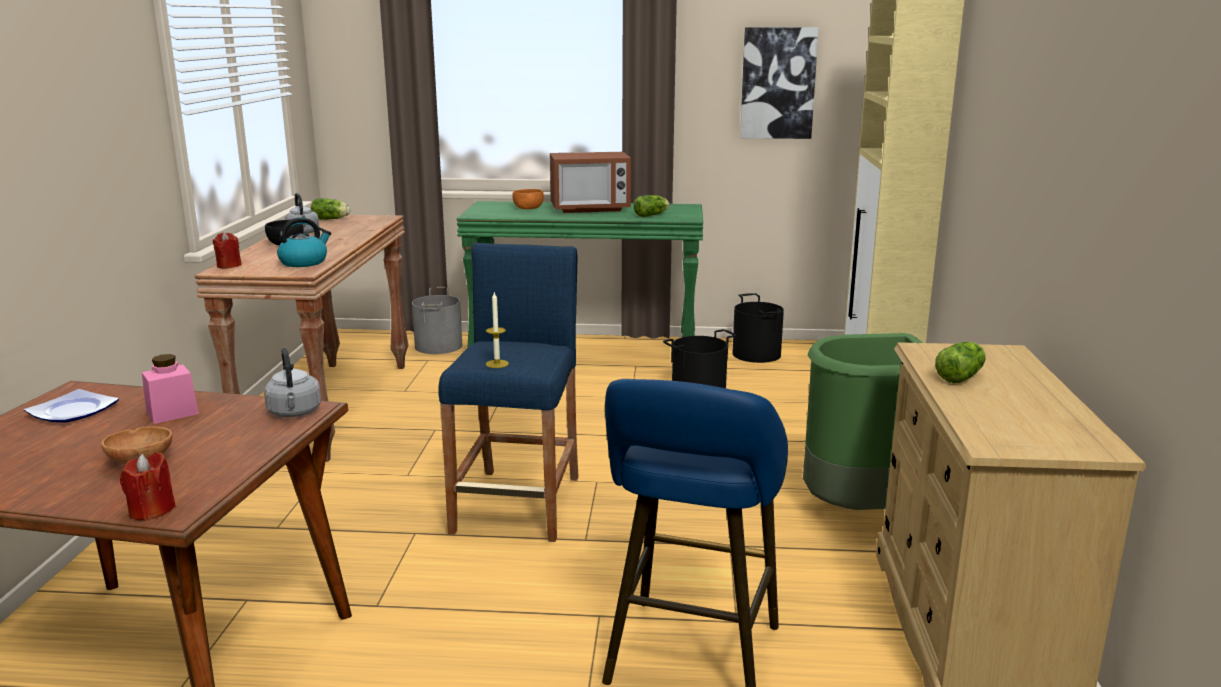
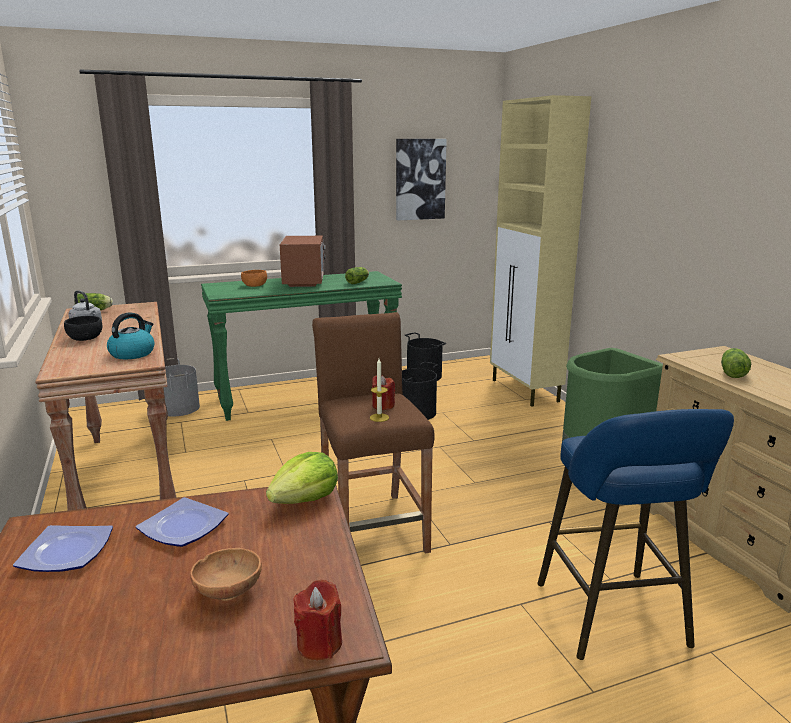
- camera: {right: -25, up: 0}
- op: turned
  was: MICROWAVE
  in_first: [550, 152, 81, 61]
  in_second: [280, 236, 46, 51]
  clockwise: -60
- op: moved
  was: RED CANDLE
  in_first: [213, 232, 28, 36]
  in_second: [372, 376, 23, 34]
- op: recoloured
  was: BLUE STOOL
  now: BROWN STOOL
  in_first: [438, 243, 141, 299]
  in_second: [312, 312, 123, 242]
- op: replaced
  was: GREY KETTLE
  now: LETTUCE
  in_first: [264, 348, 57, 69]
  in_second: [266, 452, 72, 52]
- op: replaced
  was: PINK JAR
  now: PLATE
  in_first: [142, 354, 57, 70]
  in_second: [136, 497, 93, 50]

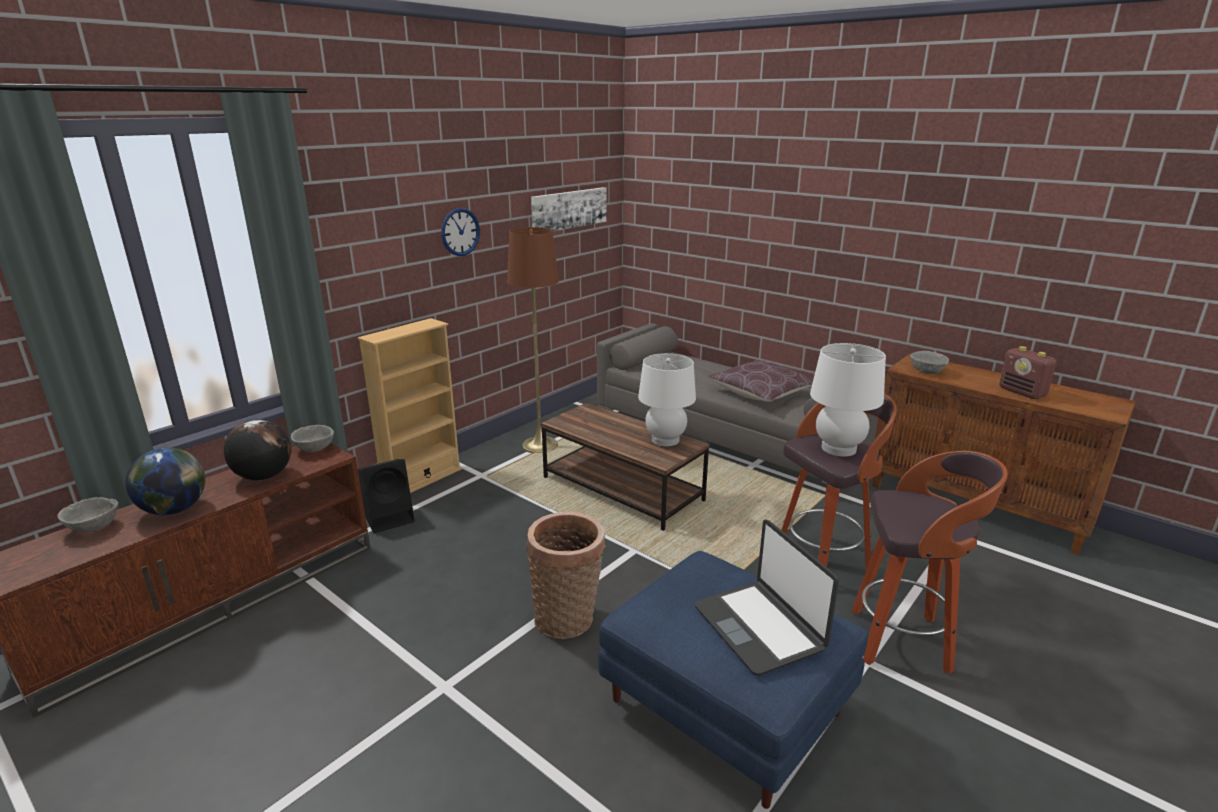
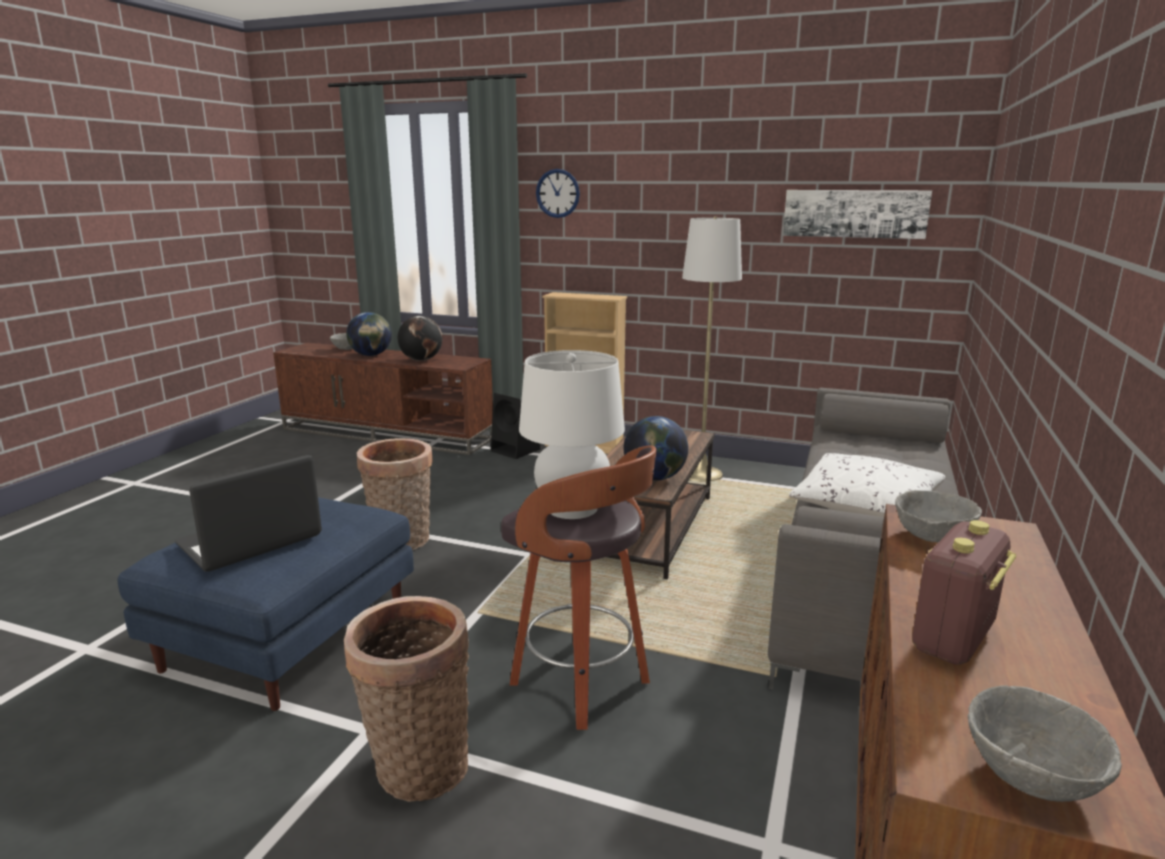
- camera: {right: 70, up: -5}
- op: moved
  was: WALL CLOCK
  in_first: [441, 208, 39, 48]
  in_second: [536, 169, 44, 49]
- op: recoloured
  was: BROWN FLOOR LAMP
  now: WHITE FLOOR LAMP
  in_first: [507, 227, 52, 226]
  in_second: [682, 217, 60, 265]
- op: replaced
  was: WHITE TABLE LAMP
  now: GLOBE
  in_first: [638, 353, 58, 93]
  in_second: [624, 416, 64, 65]
- op: recoloured
  was: BROWN PILLOW
  now: WHITE PILLOW
  in_first: [707, 360, 106, 42]
  in_second: [789, 453, 156, 64]
- op: moved
  was: GREY BOWL
  in_first: [291, 425, 43, 27]
  in_second: [968, 685, 154, 117]
- op: replaced
  was: STOOL
  now: BASKET
  in_first: [851, 451, 157, 223]
  in_second: [344, 596, 125, 206]

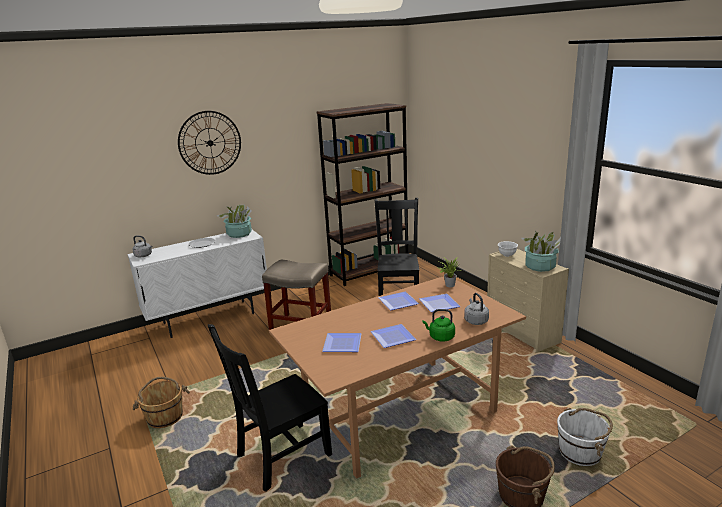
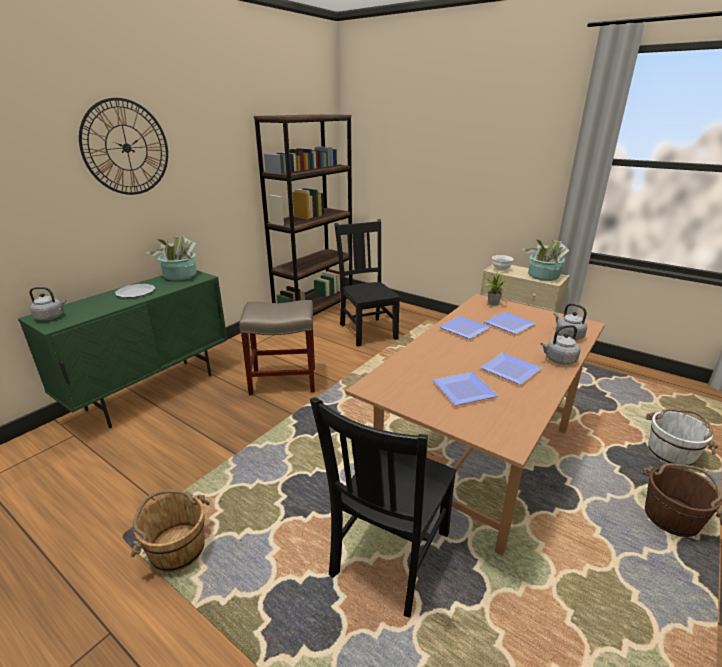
- camera: {right: -25, up: 5}
- op: recoloured
  was: WHITE CABINET
  now: GREEN CABINET
  in_first: [127, 230, 140, 108]
  in_second: [18, 270, 209, 158]
- op: recoloured
  was: GREEN KETTLE
  now: GREY KETTLE
  in_first: [423, 309, 32, 33]
  in_second: [541, 325, 40, 40]

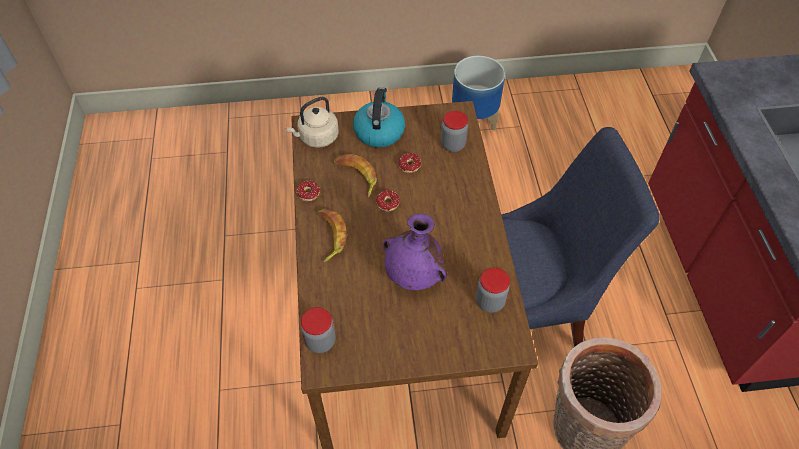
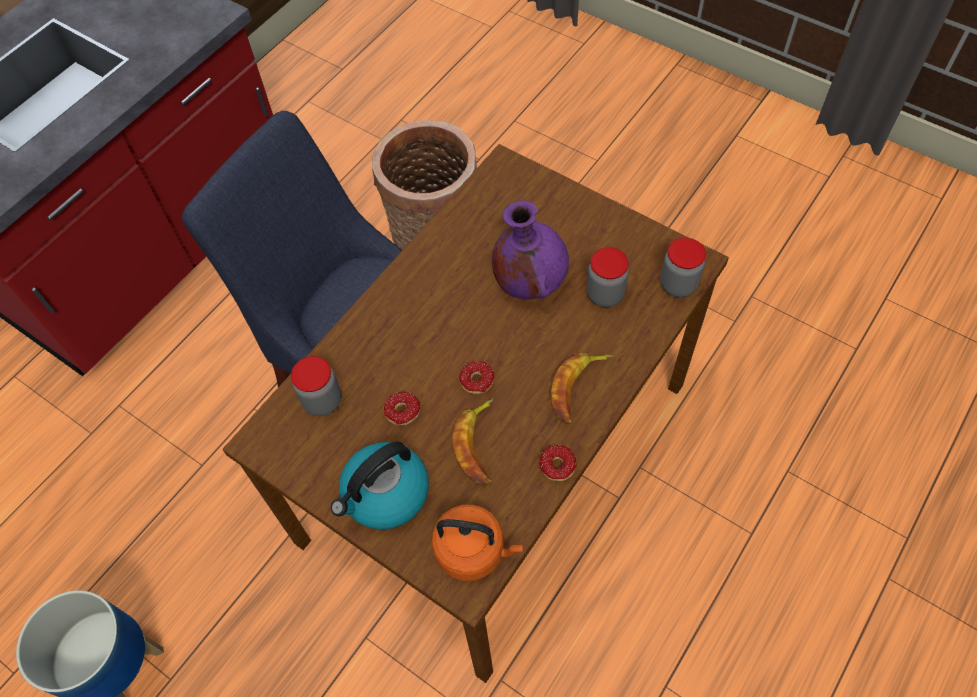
- camera: {right: -135, up: 5}
- op: recoloured
  was: BEIGE KETTLE
  now: ORANGE KETTLE
  in_first: [286, 97, 53, 51]
  in_second: [432, 505, 91, 76]
- op: moved
  was: JAR
  in_first: [476, 267, 34, 46]
  in_second: [587, 247, 42, 60]

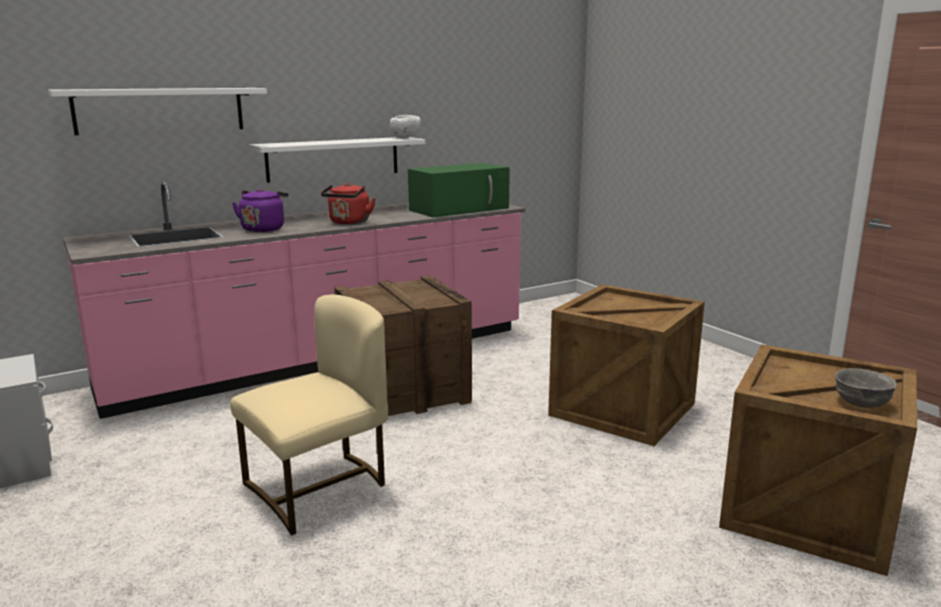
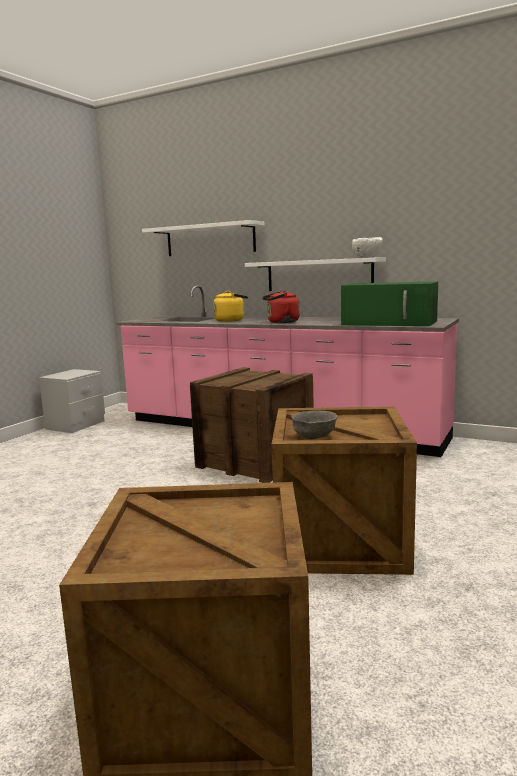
- camera: {right: 60, up: -5}
- op: recoloured
  was: PURPLE KETTLE
  now: YELLOW KETTLE
  in_first: [232, 188, 56, 44]
  in_second: [213, 291, 35, 31]
- op: removed
  was: BEIGE CHAIR
  in_first: [230, 294, 158, 241]
- op: moved
  was: GREY BOWL
  in_first: [835, 368, 62, 40]
  in_second: [291, 410, 47, 29]

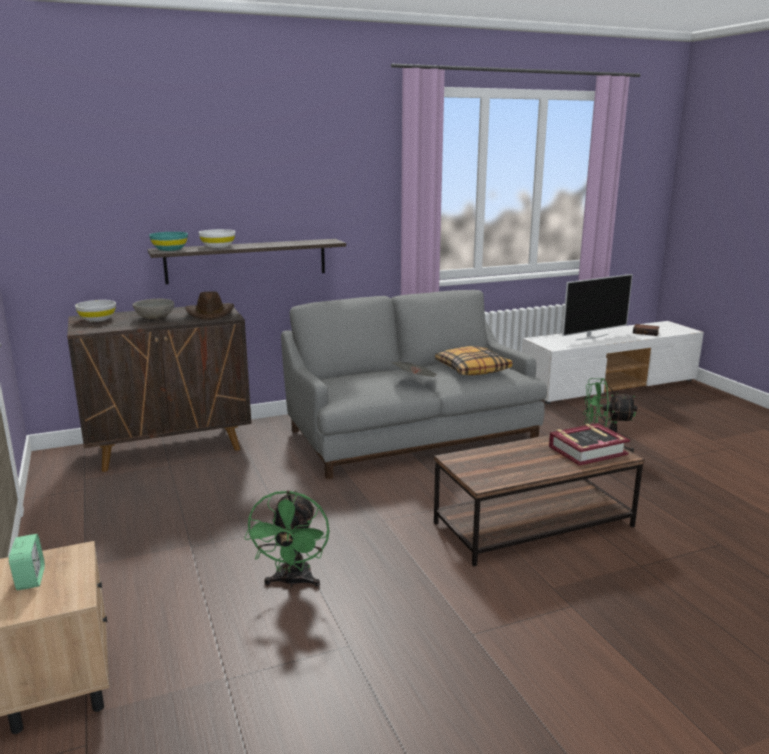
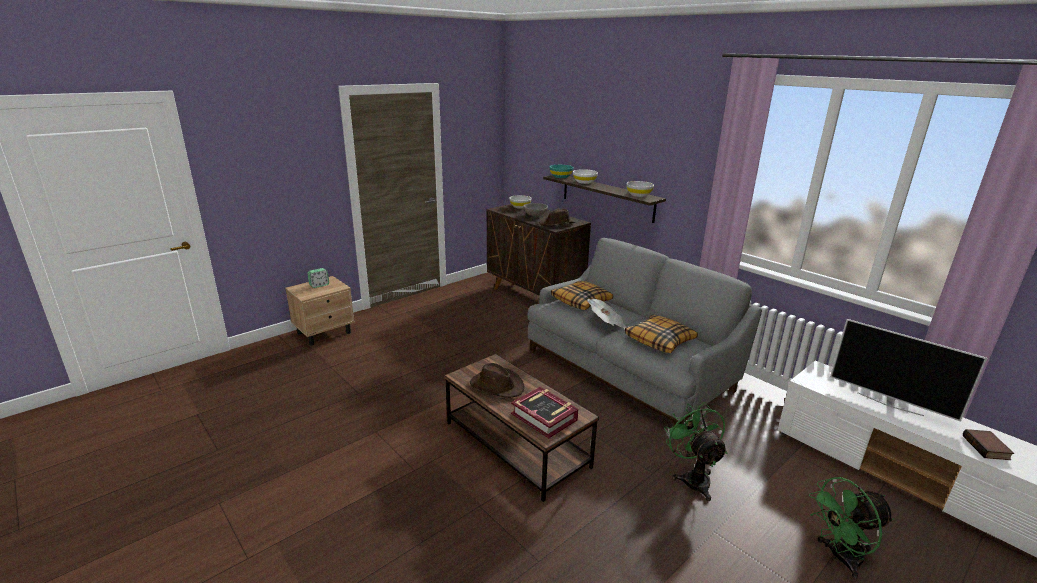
- camera: {right: 70, up: 5}
- op: moved
  was: GREEN FAN
  in_first: [244, 490, 86, 98]
  in_second: [809, 477, 85, 102]
- op: added
  now: WHITE BOWL
  in_second: [626, 181, 28, 16]
- op: added
  now: PILLOW
  in_second: [551, 280, 62, 30]
- op: added
  now: BROWN HAT
  in_second: [470, 363, 55, 35]

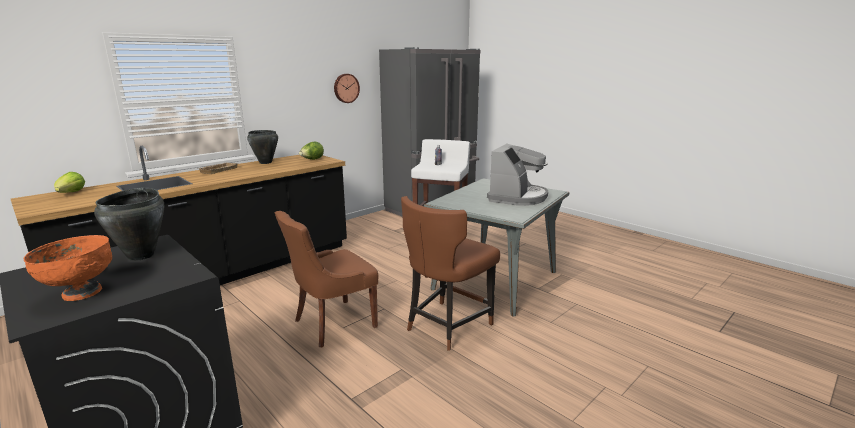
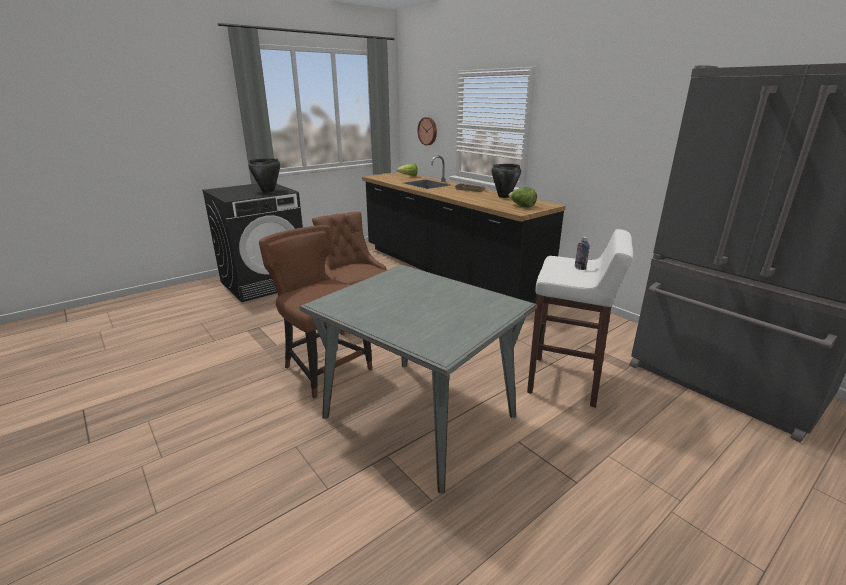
- camera: {right: 95, up: 5}
- op: moved
  was: WALL CLOCK
  in_first: [334, 74, 26, 29]
  in_second: [417, 117, 20, 28]
- op: removed
  was: COFFEE MACHINE
  in_first: [487, 144, 61, 62]
- op: removed
  was: ORANGE BOWL
  in_first: [24, 235, 88, 66]

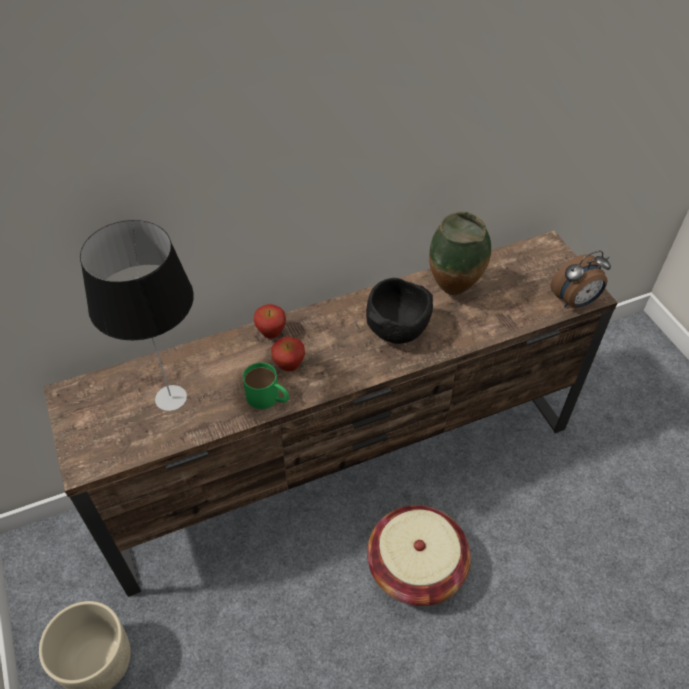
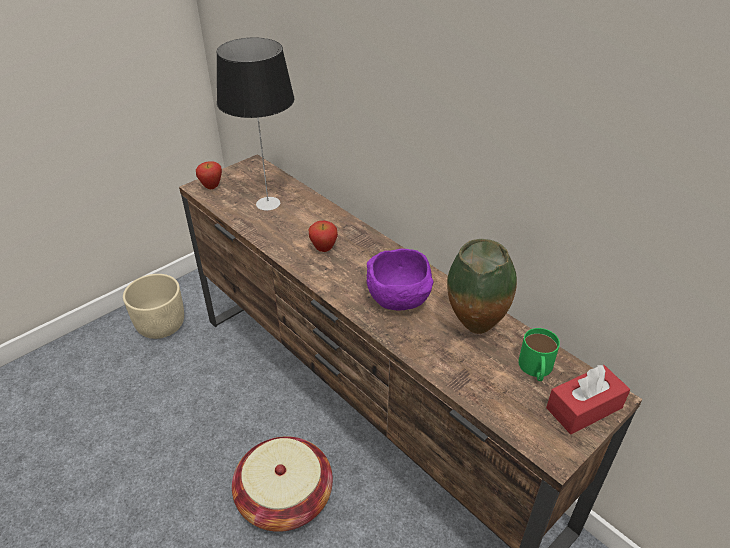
- camera: {right: 70, up: -10}
- op: removed
  was: ALARM CLOCK
  in_first: [551, 251, 60, 57]
- op: recoloured
  was: BLACK BOWL
  now: PURPLE BOWL
  in_first: [366, 278, 67, 66]
  in_second: [367, 249, 66, 62]
- op: moved
  was: APPLE
  in_first: [254, 304, 32, 35]
  in_second: [196, 161, 26, 28]
- op: moved
  was: GREEN MUG
  in_first: [243, 363, 46, 46]
  in_second: [518, 328, 42, 53]
- op: added
  now: RED TISSUE BOX
  in_second: [546, 365, 84, 69]

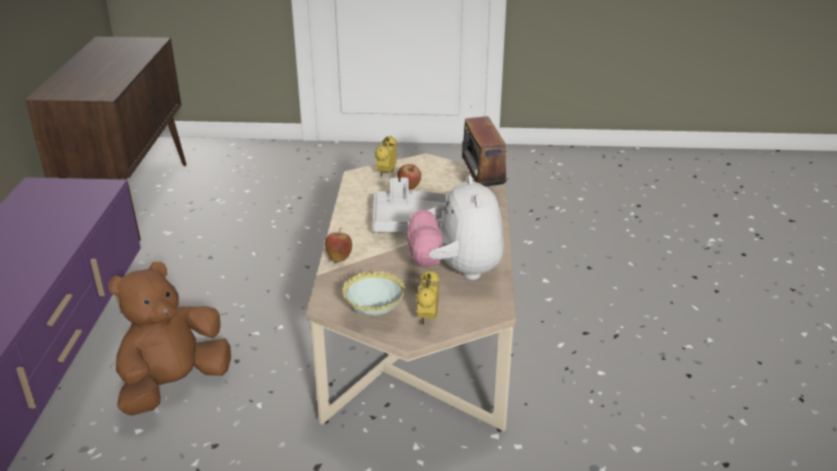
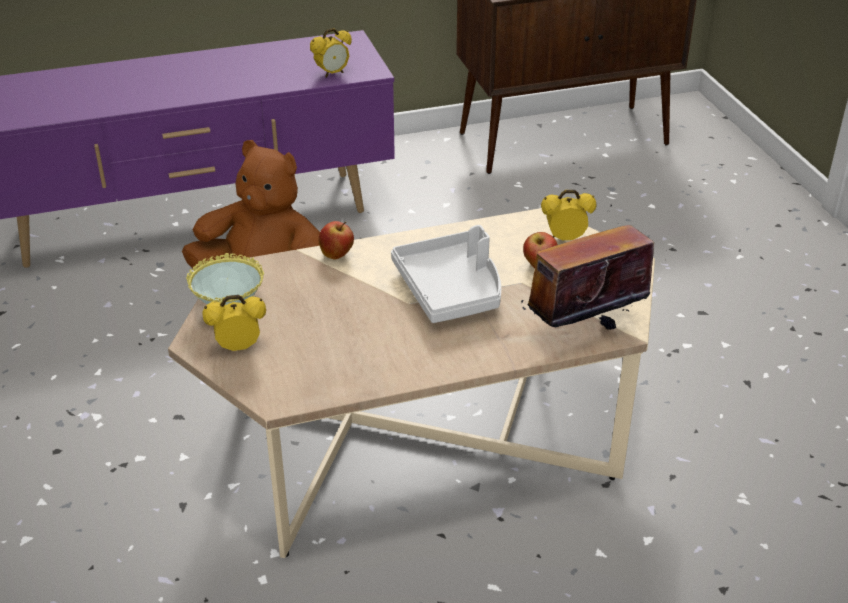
- camera: {right: 70, up: 5}
- op: removed
  was: PLUSH TOY
  in_first: [407, 175, 97, 105]
- op: added
  now: ALARM CLOCK
  in_second: [310, 28, 42, 50]

